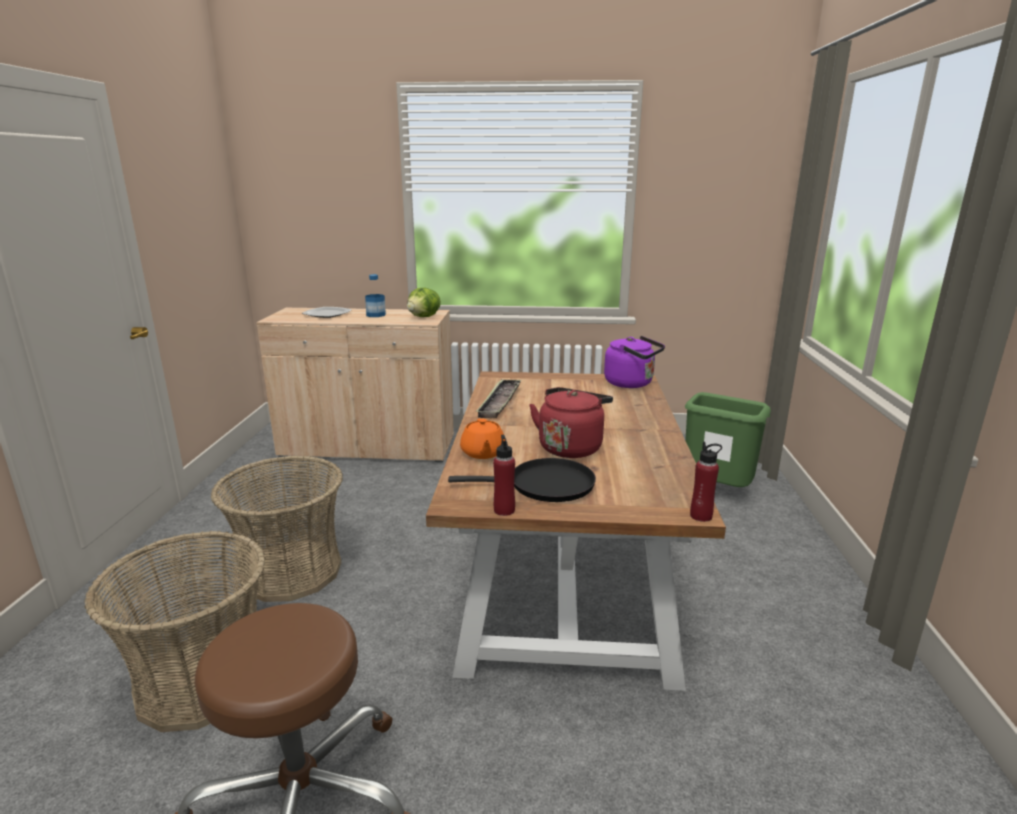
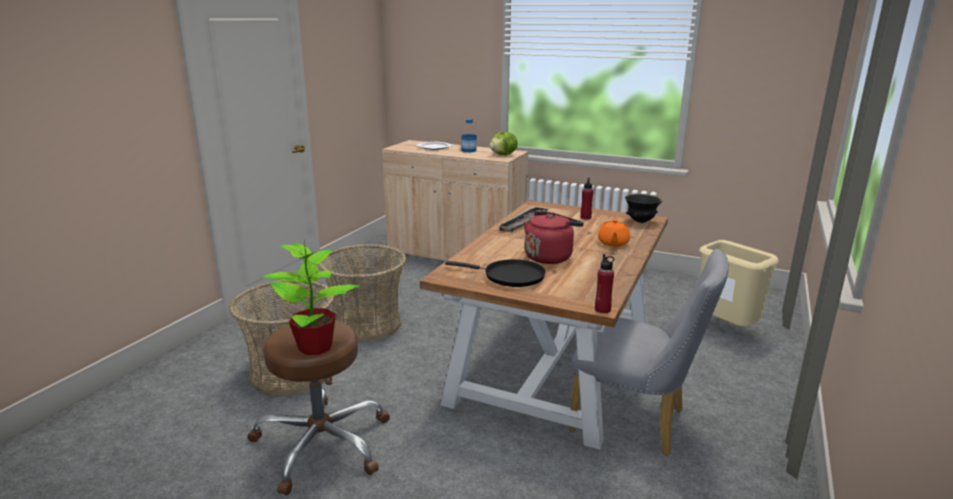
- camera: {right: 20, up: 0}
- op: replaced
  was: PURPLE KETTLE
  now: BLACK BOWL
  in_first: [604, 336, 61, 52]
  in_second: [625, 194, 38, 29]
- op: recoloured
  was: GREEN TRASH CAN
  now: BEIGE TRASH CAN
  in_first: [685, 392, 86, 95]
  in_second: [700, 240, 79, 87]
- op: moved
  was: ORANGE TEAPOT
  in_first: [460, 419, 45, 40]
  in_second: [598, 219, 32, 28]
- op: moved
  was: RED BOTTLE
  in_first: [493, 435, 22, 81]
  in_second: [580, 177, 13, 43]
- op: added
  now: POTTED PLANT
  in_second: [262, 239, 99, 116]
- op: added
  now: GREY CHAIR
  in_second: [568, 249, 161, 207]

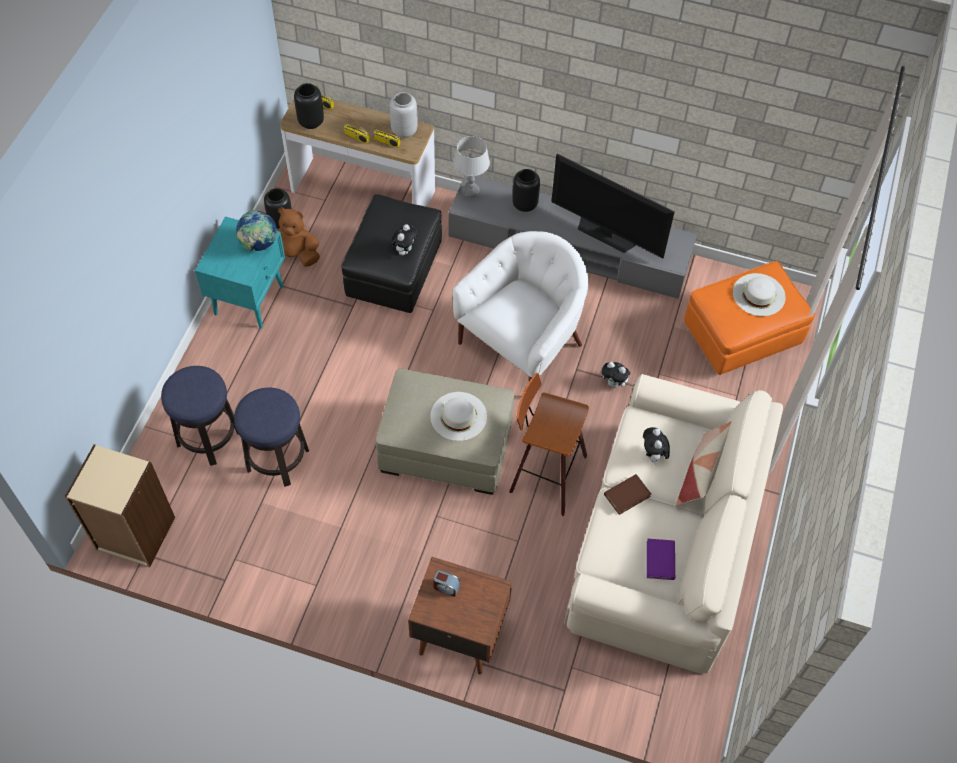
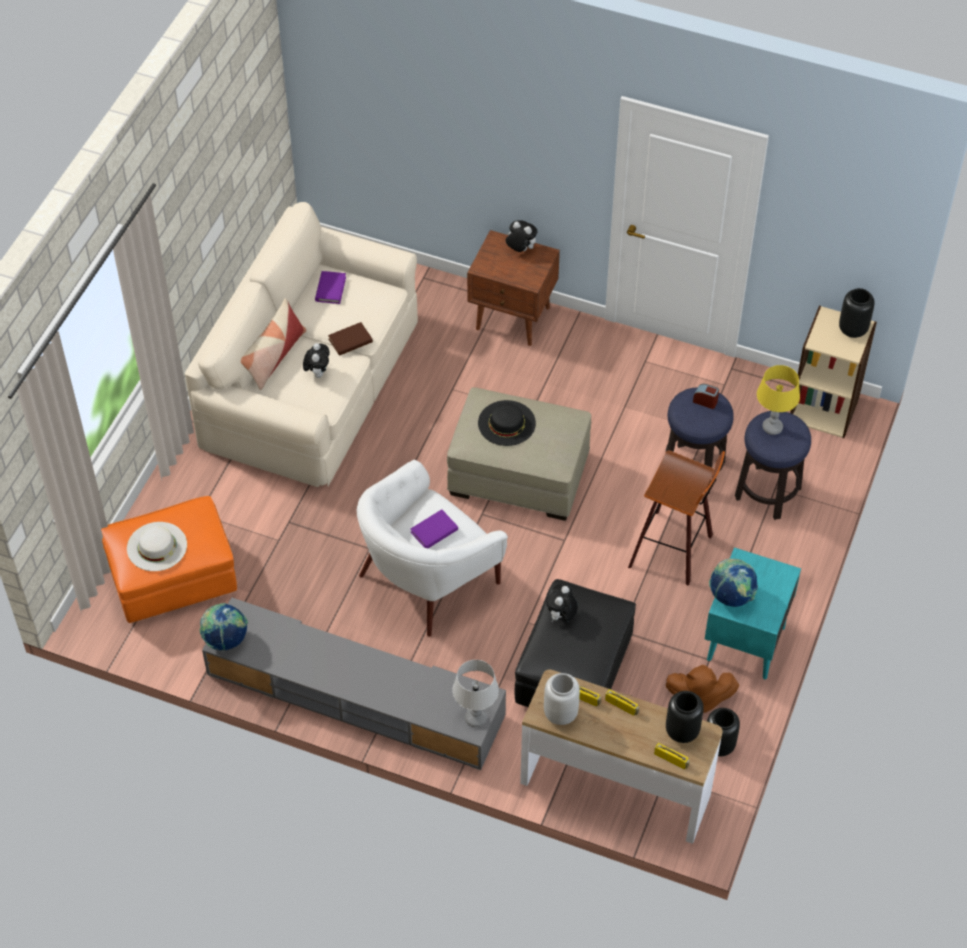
- camera: {right: -175, up: -5}
- op: removed
  was: TELEVISION
  in_first: [551, 154, 124, 104]
- op: moved
  was: BLACK VASE
  in_first: [512, 169, 28, 43]
  in_second: [839, 288, 36, 50]
- op: moved
  was: PLUSH TOY
  in_first: [602, 362, 28, 26]
  in_second: [506, 220, 32, 32]
- op: moved
  was: STOOL
  in_first: [509, 373, 80, 143]
  in_second: [628, 450, 97, 136]
- op: recoloured
  was: WHITE HAT
  now: BLACK HAT
  in_first: [430, 392, 57, 49]
  in_second: [478, 400, 58, 46]
- op: moved
  was: ALARM CLOCK
  in_first: [433, 570, 27, 27]
  in_second: [693, 384, 26, 25]
- op: added
  now: YELLOW TABLE LAMP
  in_second: [757, 365, 43, 70]
- op: added
  now: PURPLE BOOK
  in_second: [410, 509, 48, 39]
- op: added
  now: GLOBE
  in_second: [200, 603, 48, 48]

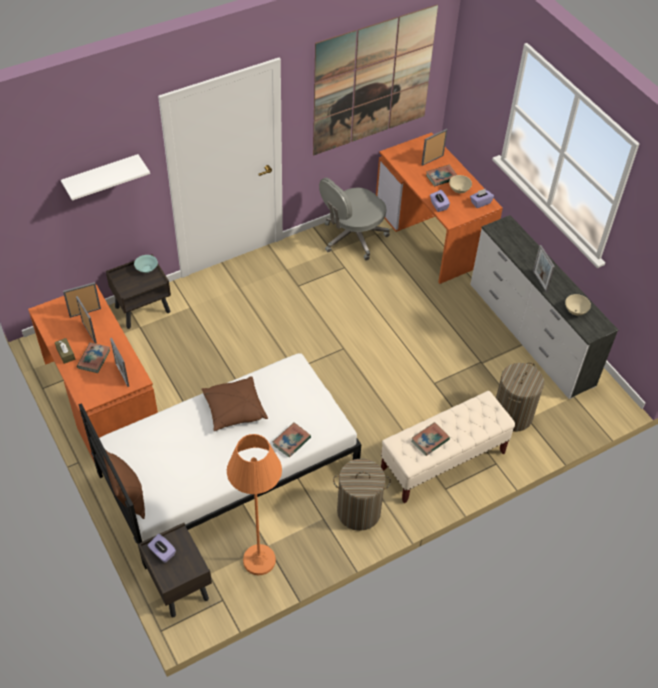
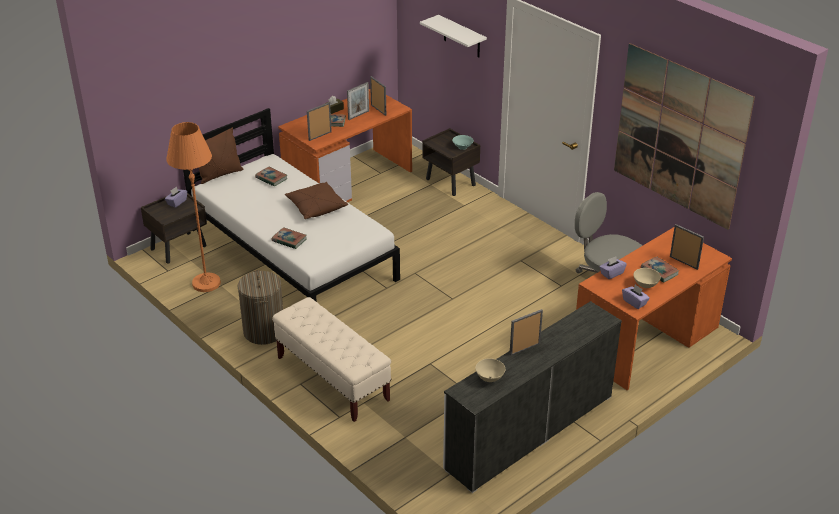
- camera: {right: 80, up: -15}
- op: removed
  was: LAUNDRY BASKET
  in_first: [496, 362, 48, 70]
- op: moved
  was: BOOK
  in_first: [411, 422, 39, 34]
  in_second: [255, 167, 33, 20]

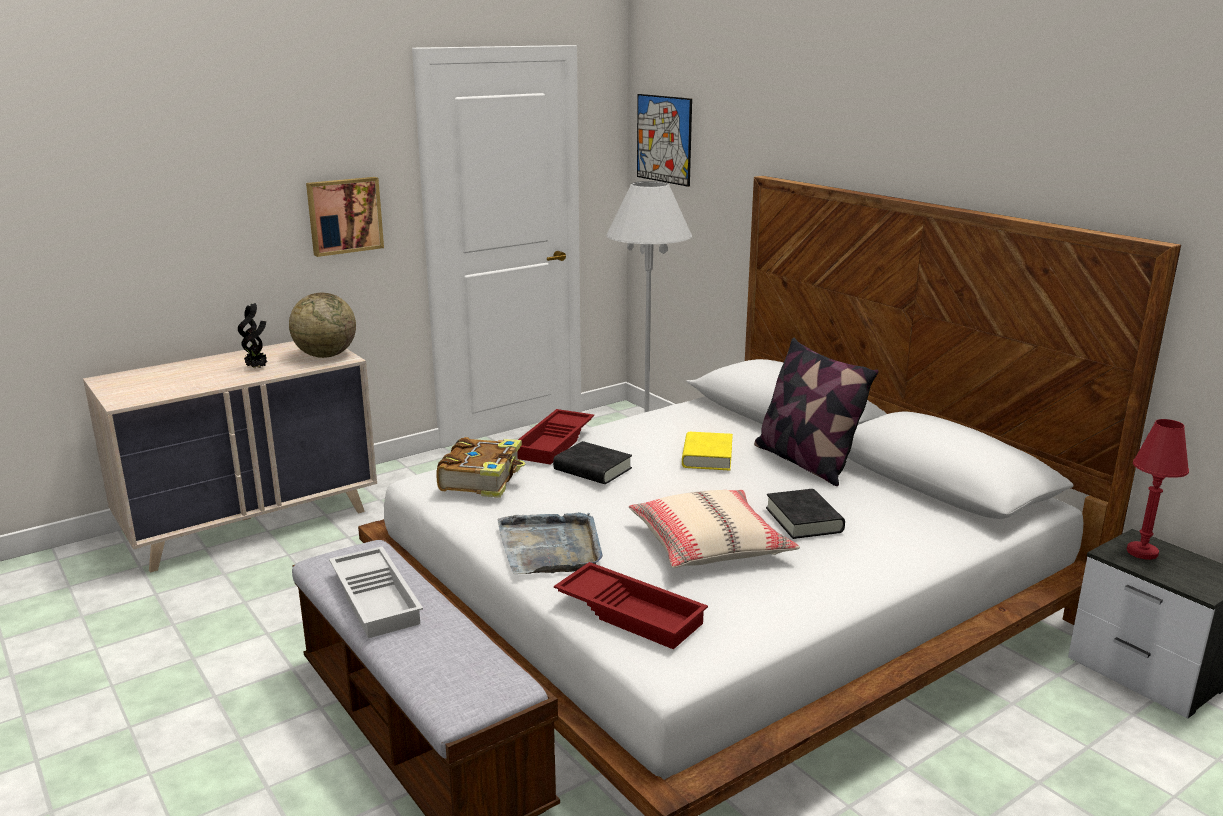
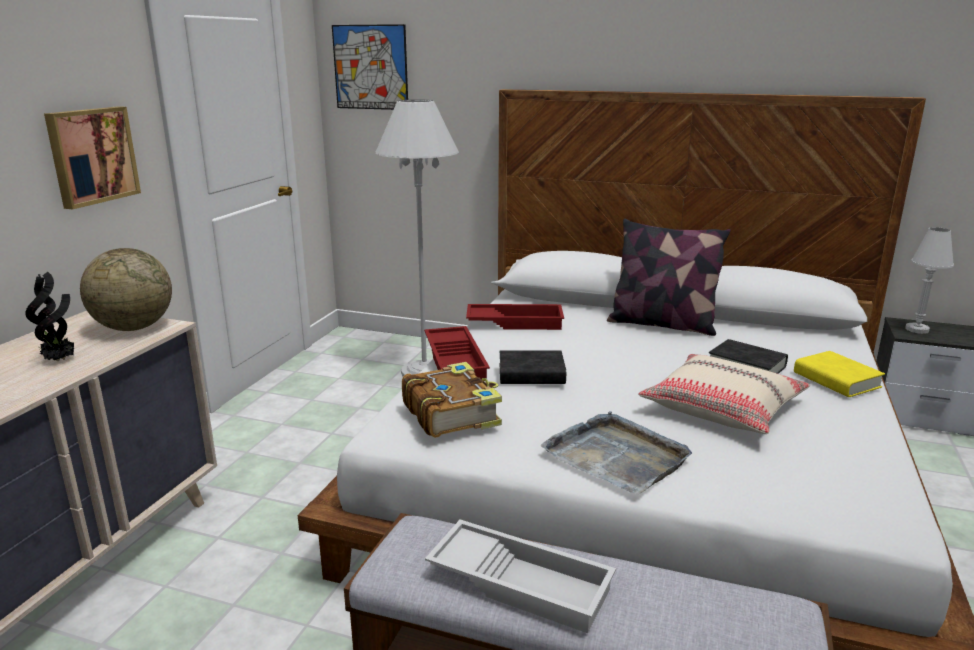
- camera: {right: -35, up: 0}
- op: recoloured
  was: RED TABLE LAMP
  now: WHITE TABLE LAMP
  in_first: [1127, 419, 62, 141]
  in_second: [905, 227, 49, 107]
- op: moved
  was: YELLOW BOOK
  in_first: [682, 432, 51, 39]
  in_second: [794, 351, 91, 46]
- op: moved
  was: RED TRAY
  in_first: [554, 562, 154, 87]
  in_second: [466, 304, 98, 26]

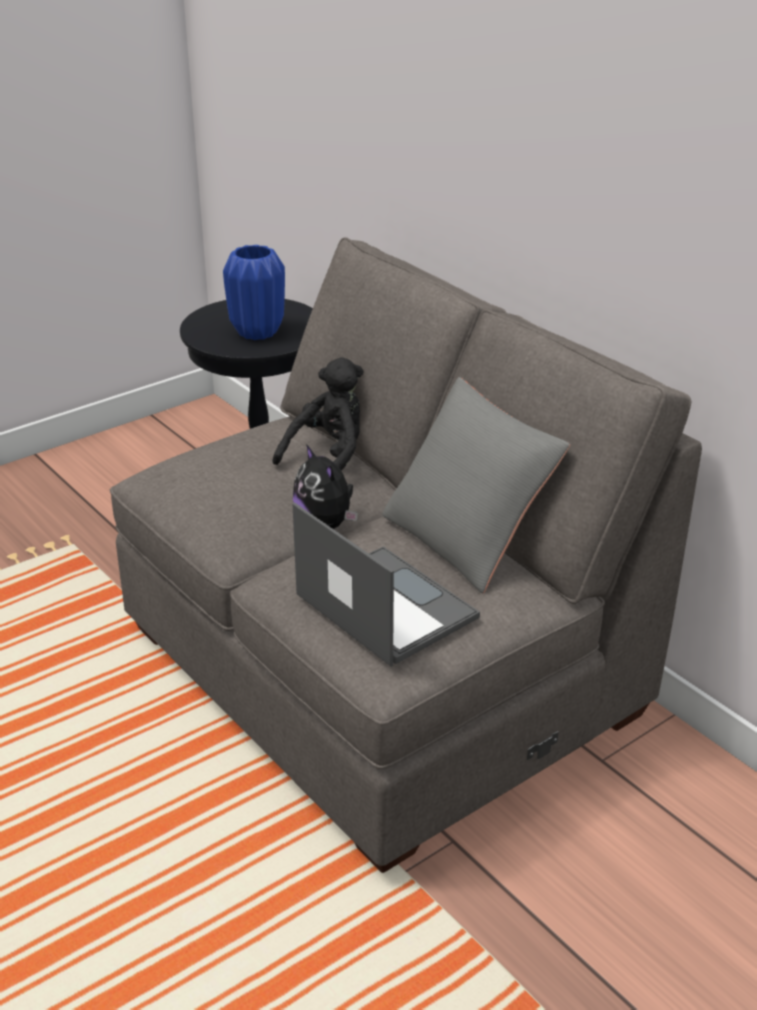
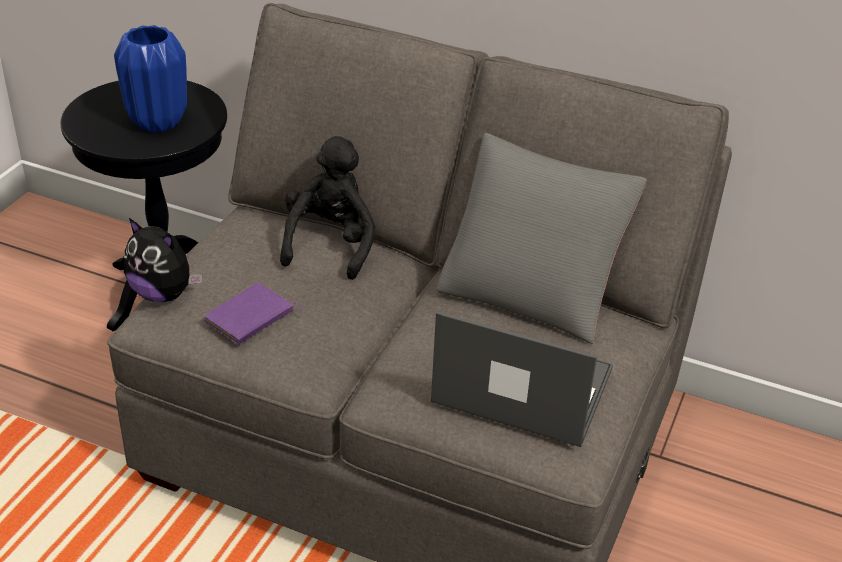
- camera: {right: -30, up: 5}
- op: moved
  was: PLUSH TOY
  in_first: [293, 444, 65, 85]
  in_second: [124, 218, 78, 84]
- op: added
  now: PURPLE BOOK
  in_second: [204, 282, 100, 63]

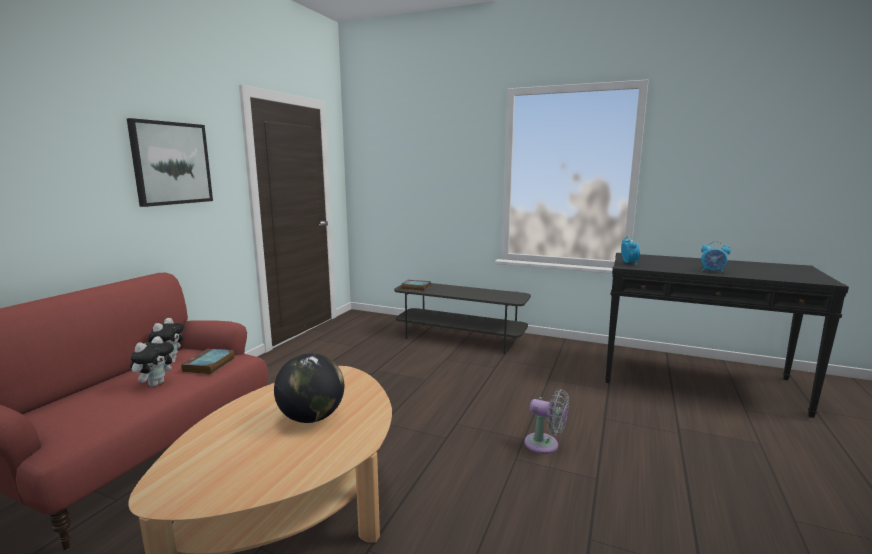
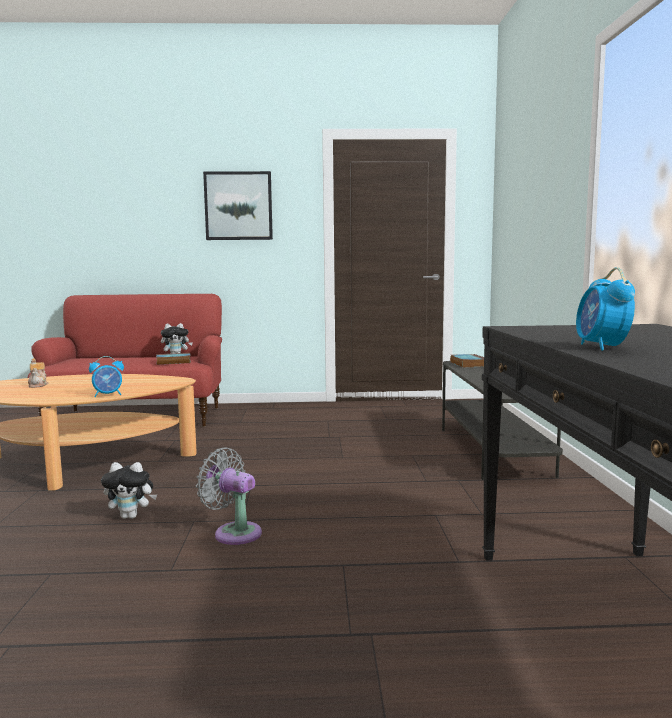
- camera: {right: 65, up: -5}
- op: moved
  was: ALARM CLOCK
  in_first: [621, 236, 19, 29]
  in_second: [89, 356, 35, 41]
- op: moved
  was: PLUSH TOY
  in_first: [130, 336, 46, 51]
  in_second: [101, 462, 56, 57]
- op: removed
  was: GLOBE
  in_first: [274, 353, 70, 70]
- op: turned
  was: GREY FAN
  in_first: [524, 389, 45, 65]
  in_second: [196, 448, 66, 97]
  clockwise: 120
- op: added
  now: TEAPOT
  in_second: [28, 358, 20, 30]

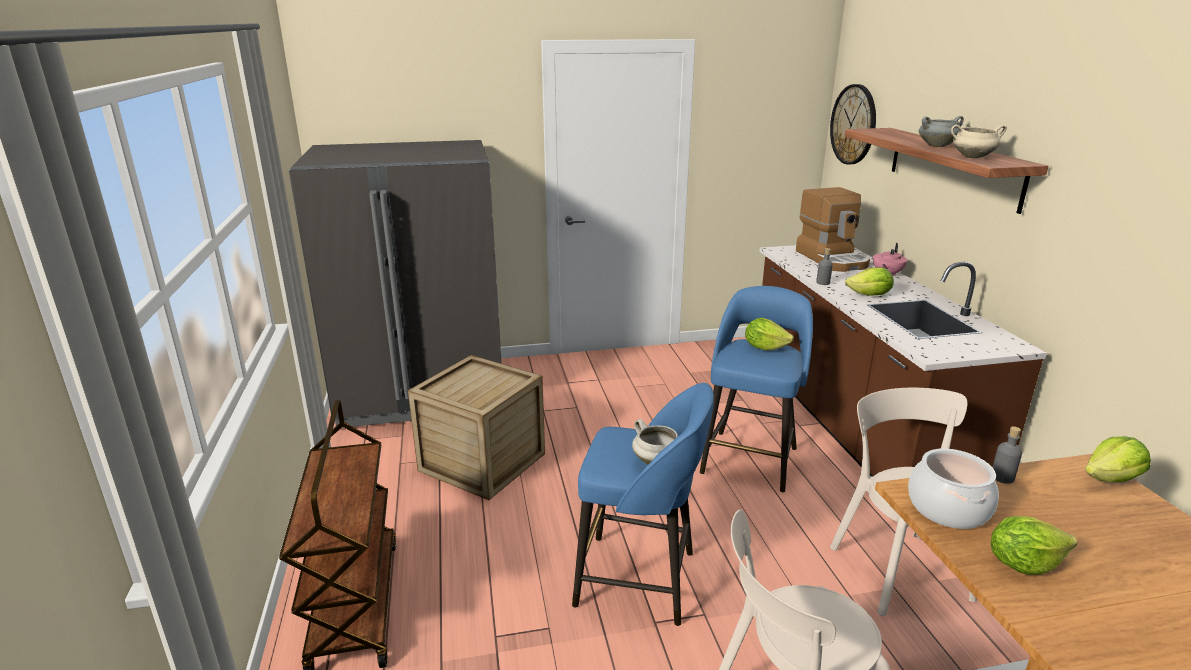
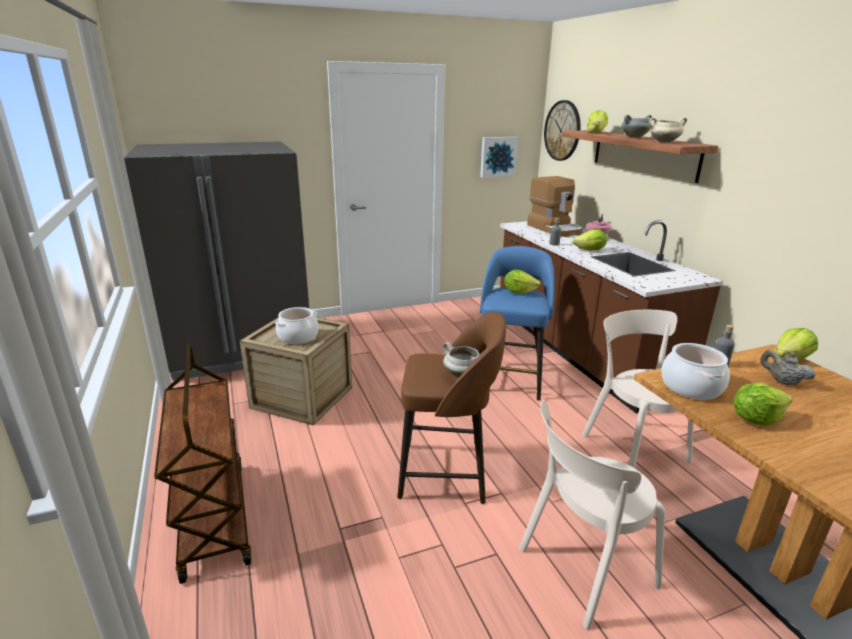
- camera: {right: -10, up: 0}
- op: recoloured
  was: BLUE STOOL
  now: BROWN STOOL
  in_first: [572, 383, 142, 243]
  in_second: [397, 312, 109, 192]
- op: added
  now: LETTUCE
  in_second: [587, 110, 21, 23]
- op: added
  now: PICTURE
  in_second: [480, 137, 39, 41]
- op: added
  now: COOKING POT
  in_second: [275, 307, 44, 37]
- op: added
  now: BEIGE TEAPOT
  in_second: [760, 350, 56, 35]

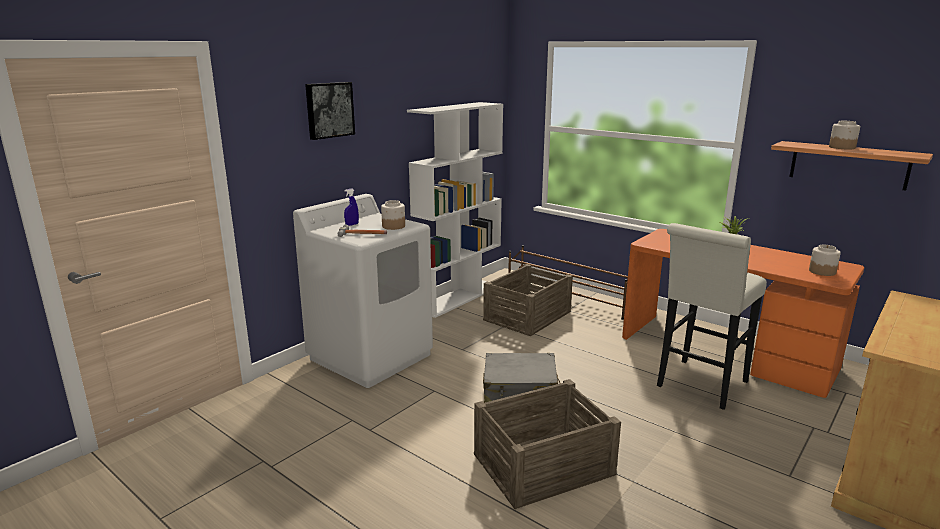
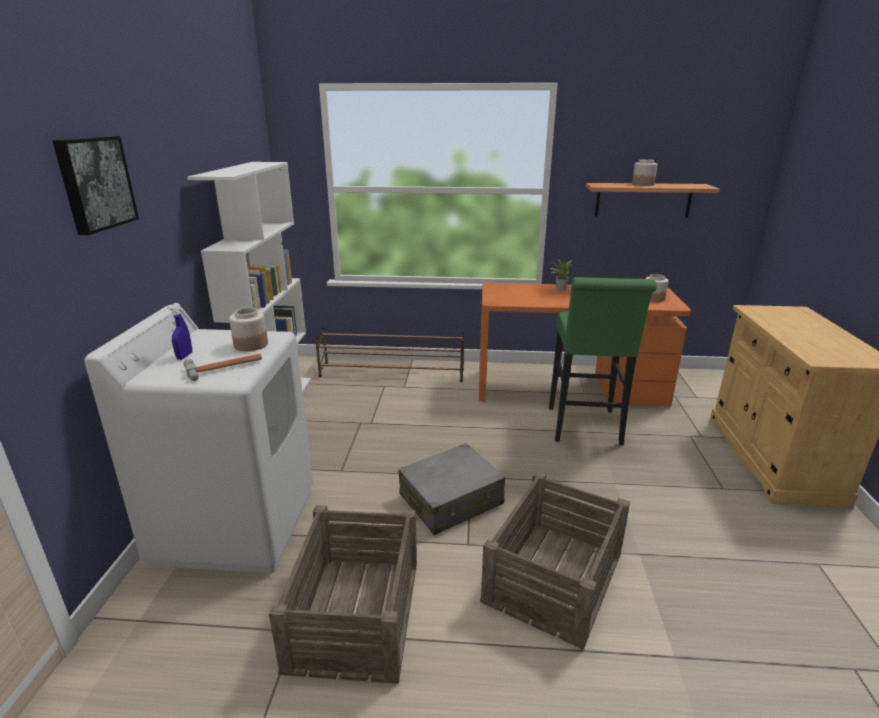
- camera: {right: -35, up: 5}
- op: recoloured
  was: WHITE STOOL
  now: GREEN STOOL
  in_first: [657, 223, 110, 187]
  in_second: [549, 277, 108, 168]
- op: moved
  was: CRATE
  in_first: [483, 264, 90, 72]
  in_second: [269, 505, 148, 179]

